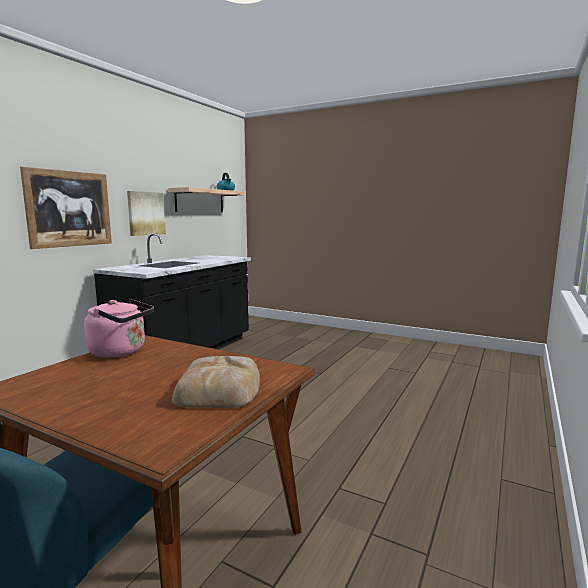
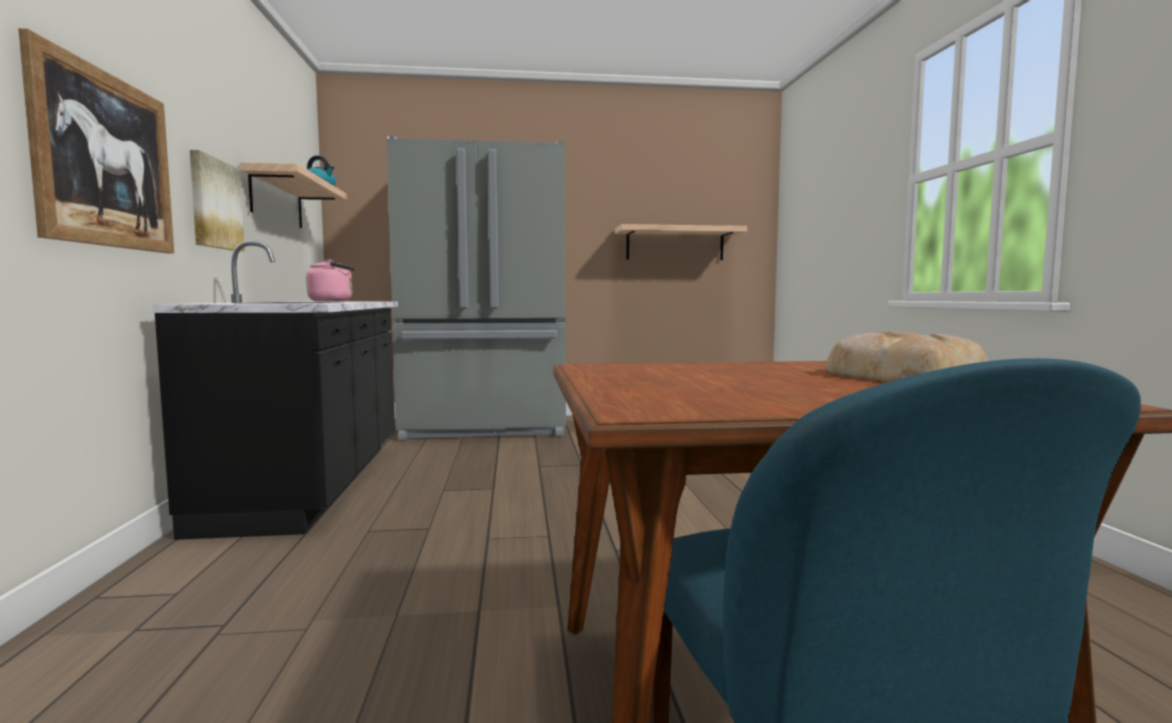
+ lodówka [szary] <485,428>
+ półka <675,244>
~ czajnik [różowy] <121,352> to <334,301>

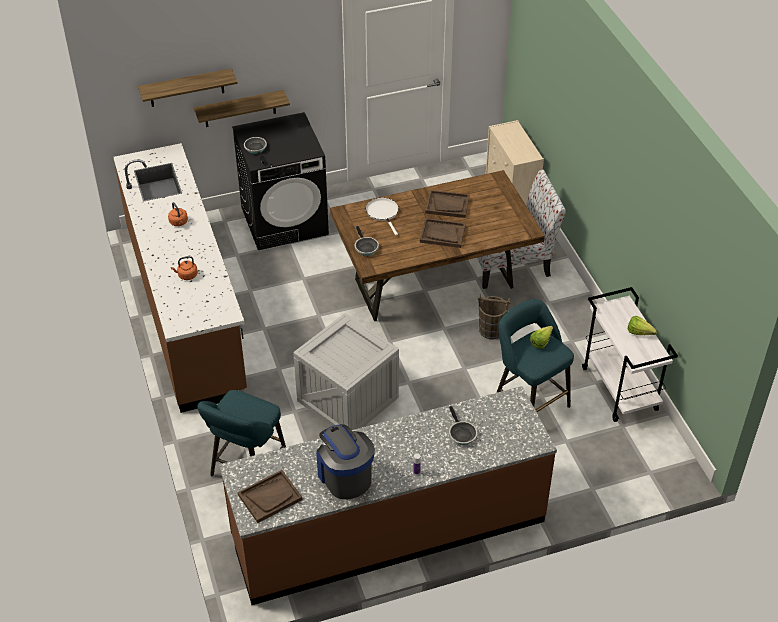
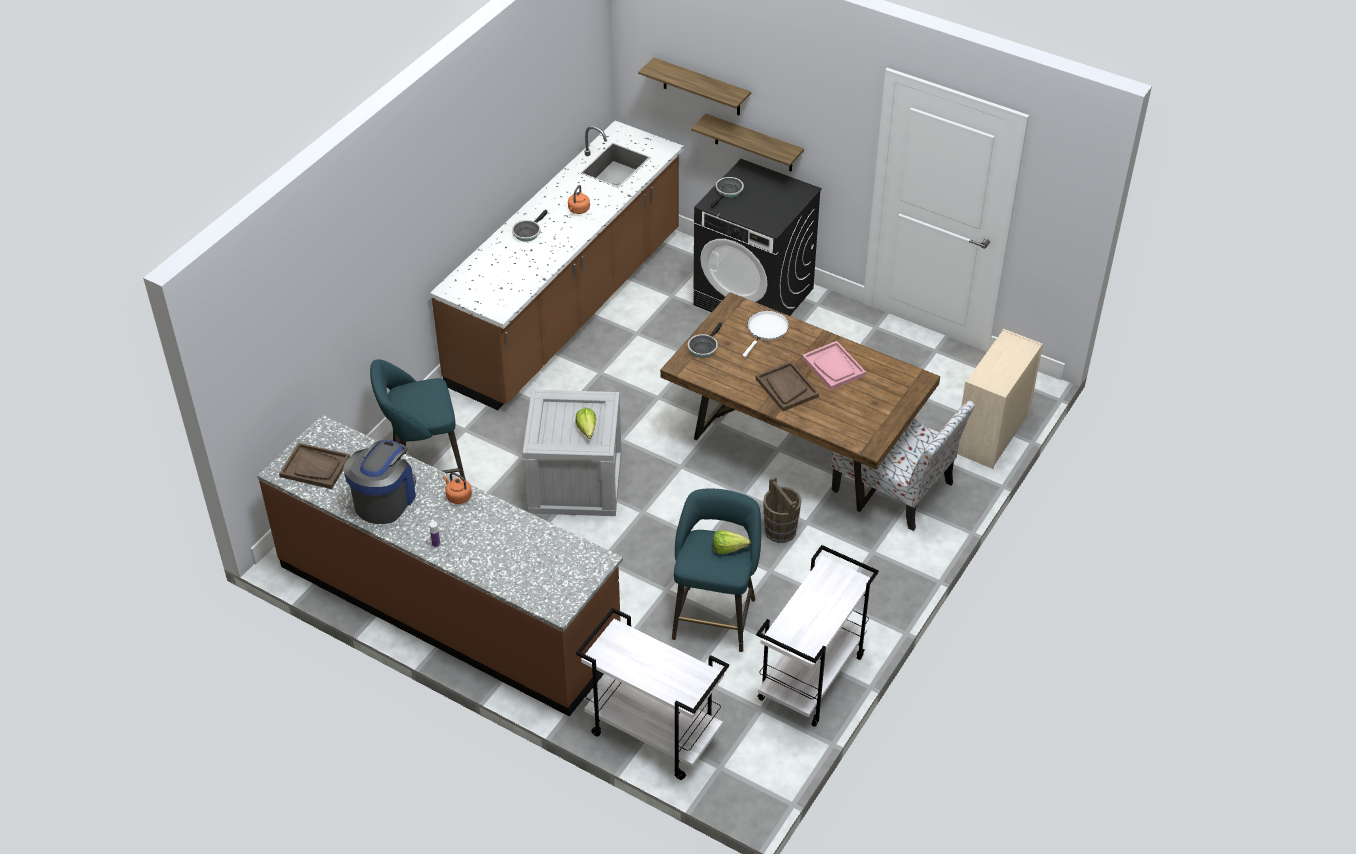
+ wózek [biały] <652,734>
~ czajnik [pomarańczowy] <186,275> to <458,496>
~ patelnia <461,434> to <527,232>
~ sałata <641,334> to <586,432>
~ taca [brązowy] <447,205> to taca [różowy] <833,367>

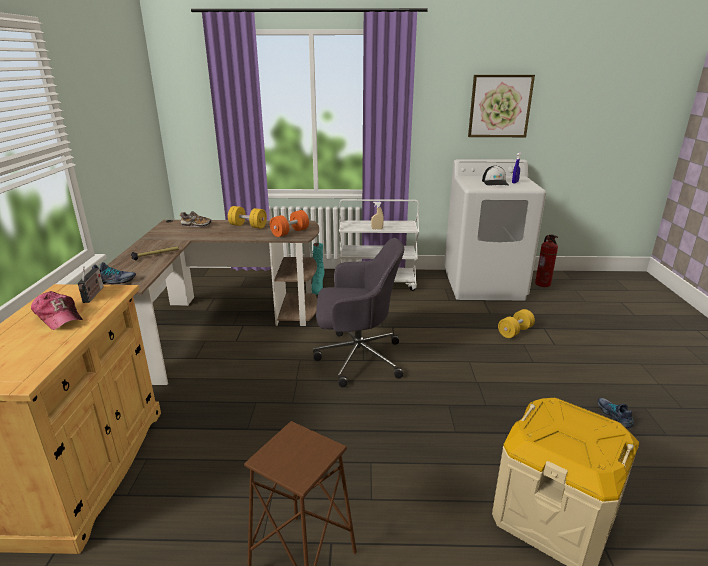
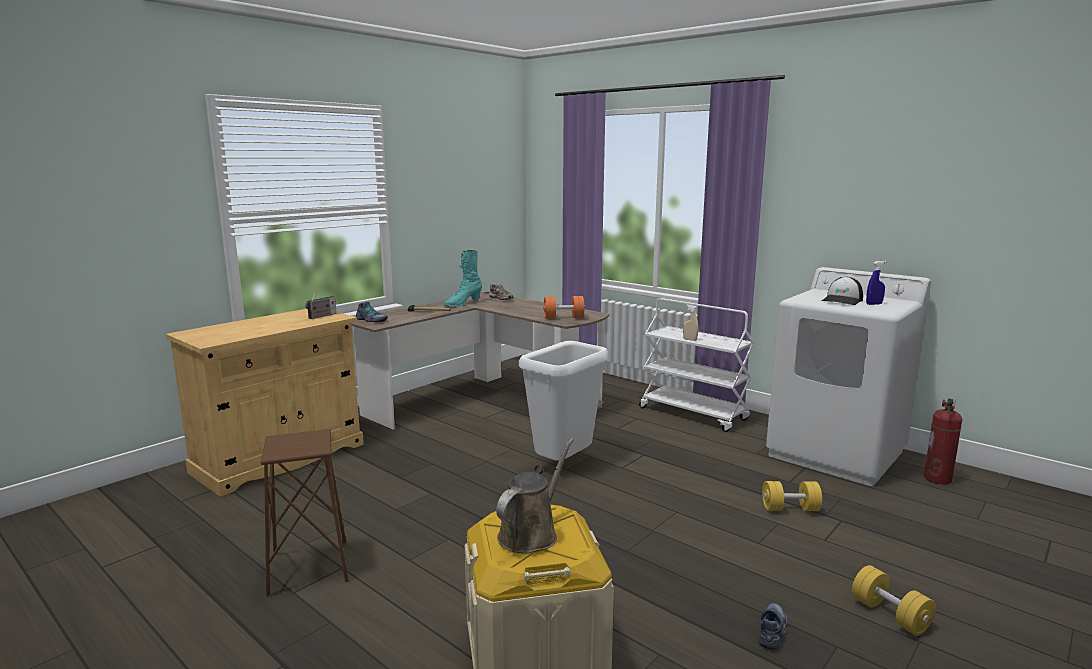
- czapka z daszkiem <59,317>
- obraz <500,106>
+ konewka [brązowy] <531,534>
~ hantel [żółty] <248,226> to <890,615>
~ but z cholewką [turkusowy] <317,287> to <463,303>
~ krzesło biurowe [szary] <356,358> to kosz na śmieci [biały] <564,465>

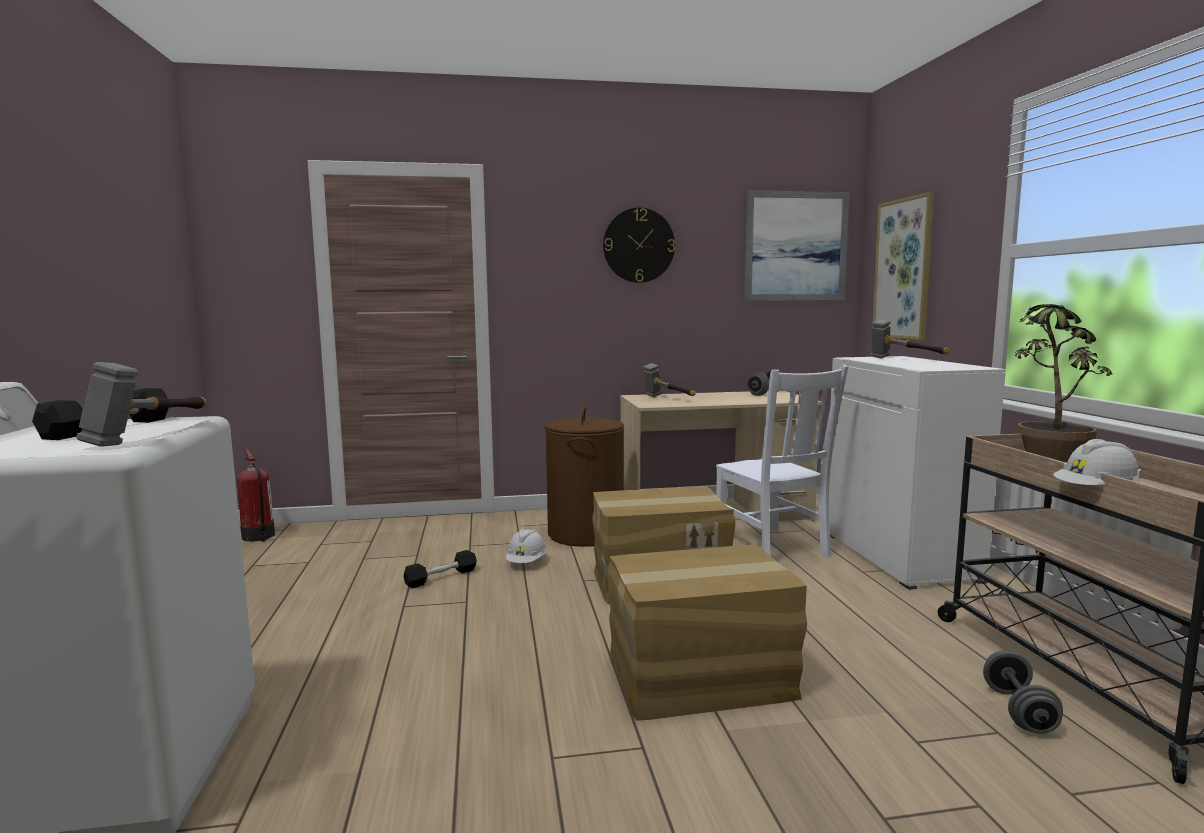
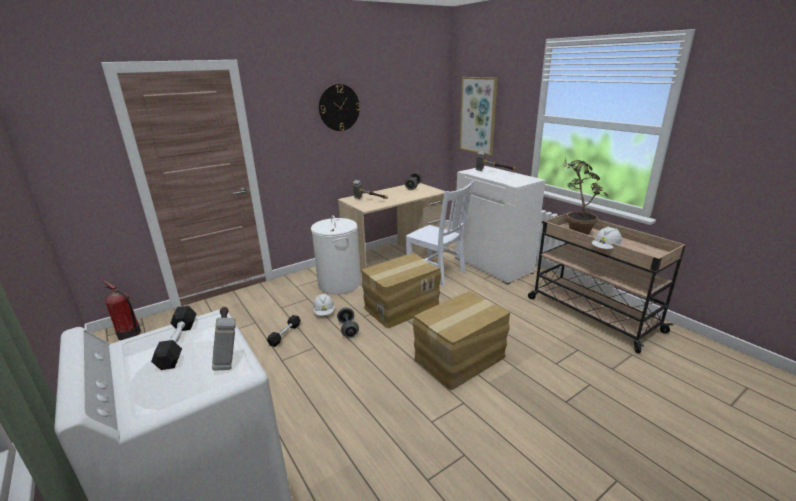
- obraz <796,246>
~ hantel [szary] <1018,711> to <348,329>
~ kosz na pranie [brązowy] <585,533> to kosz na pranie [biały] <339,284>

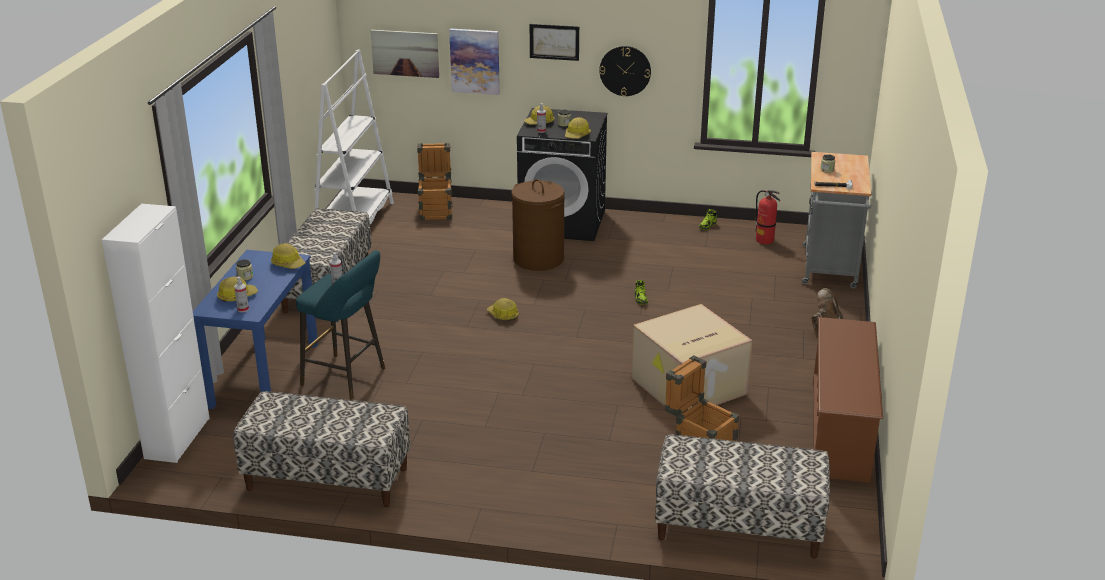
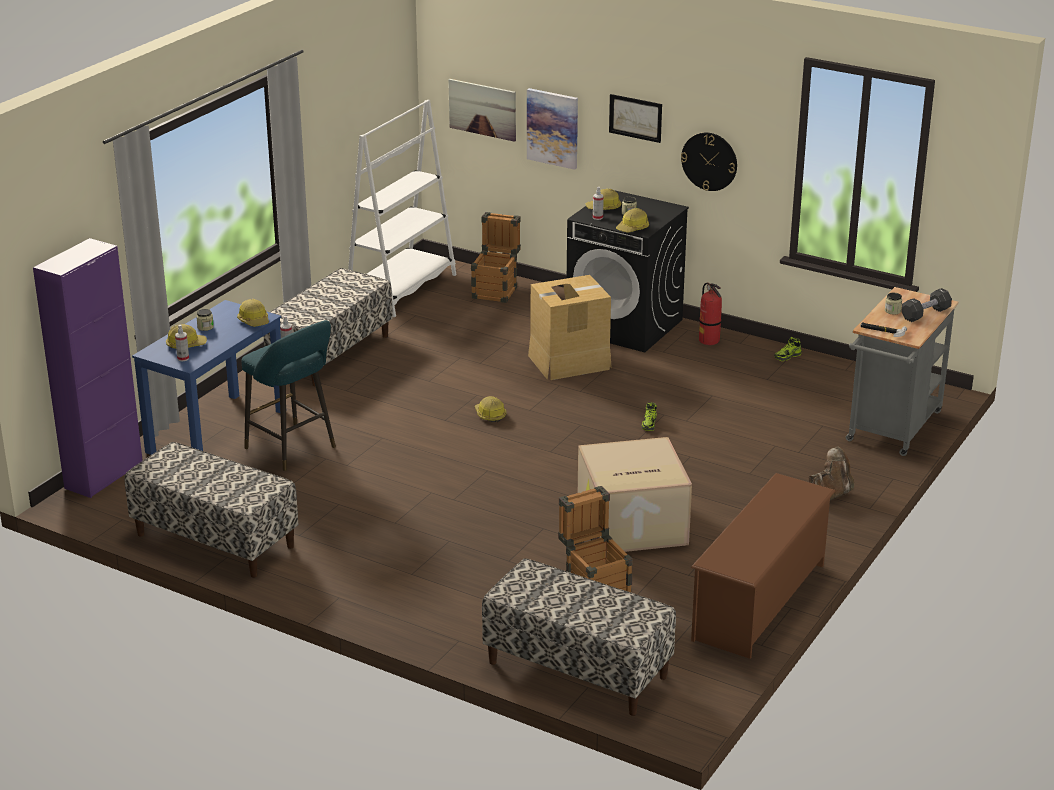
+ hantel [czarny] <925,314>
~ gaśnica <764,240> to <709,341>
~ kosz na pranie [brązowy] <538,259> to karton <569,362>
~ szafka [biały] <177,438> to szafka [fioletowy] <104,475>

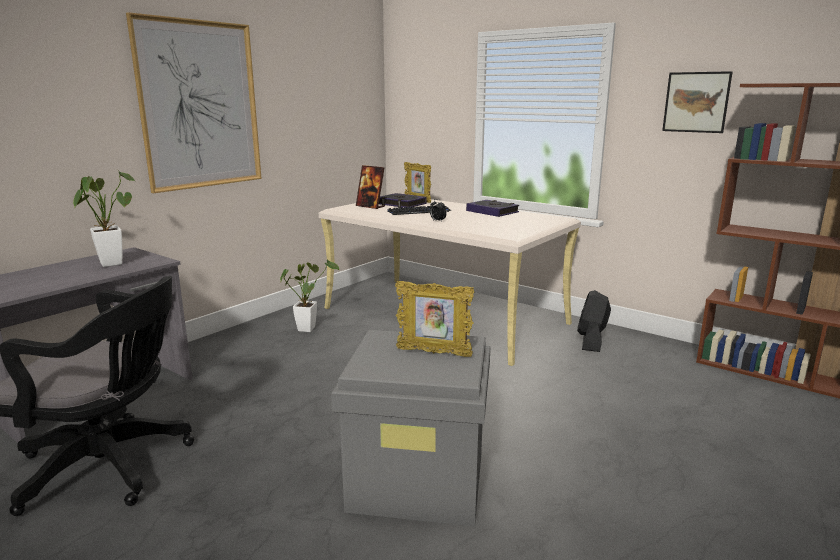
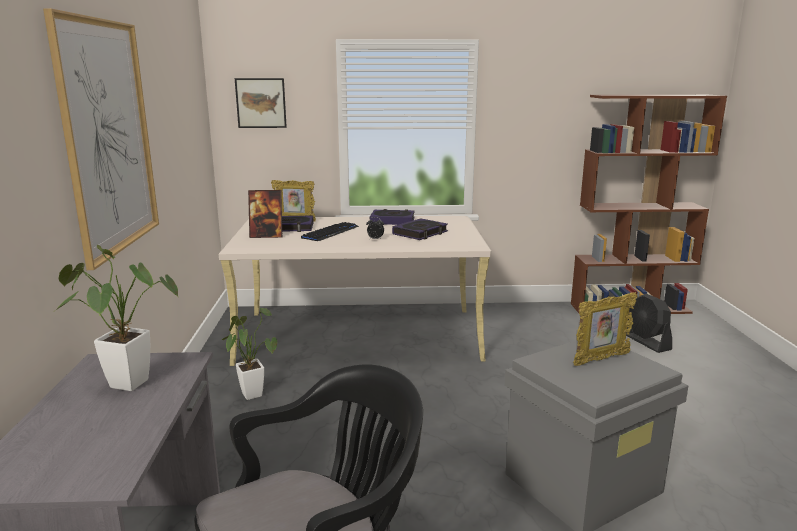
+ książka <420,233>
~ wentylator [czarny] <591,341> to <646,342>
~ obraz <696,102> to <261,103>

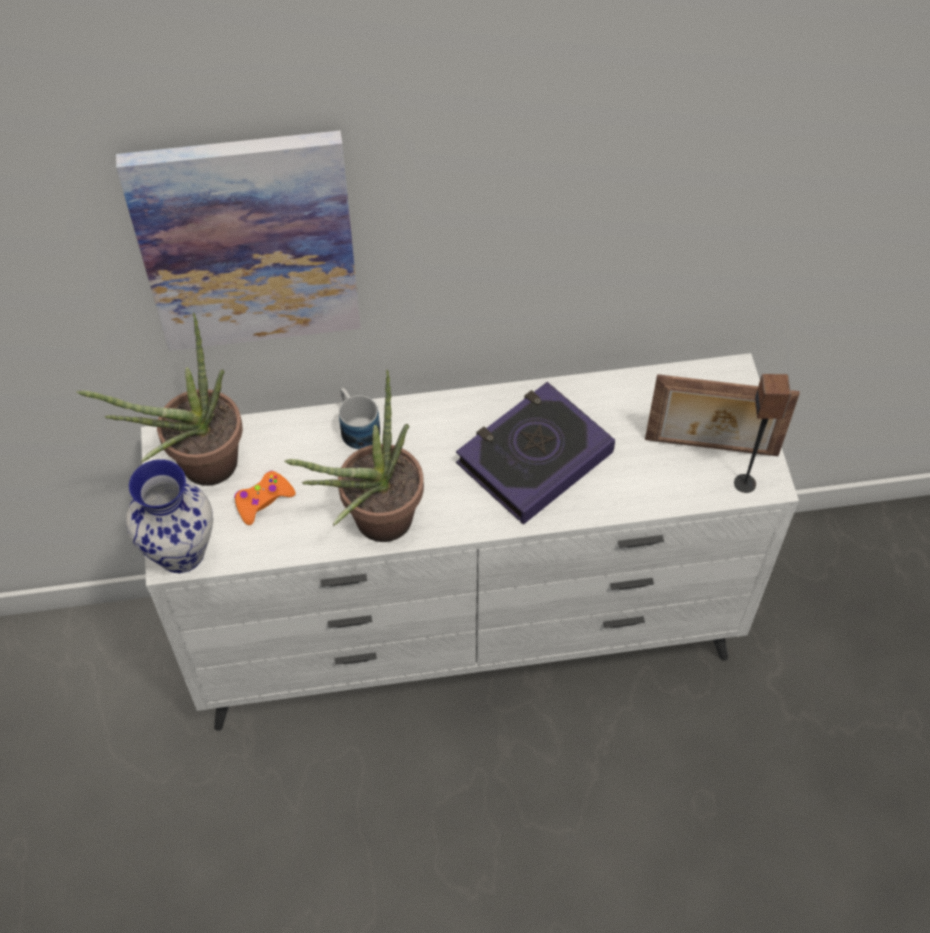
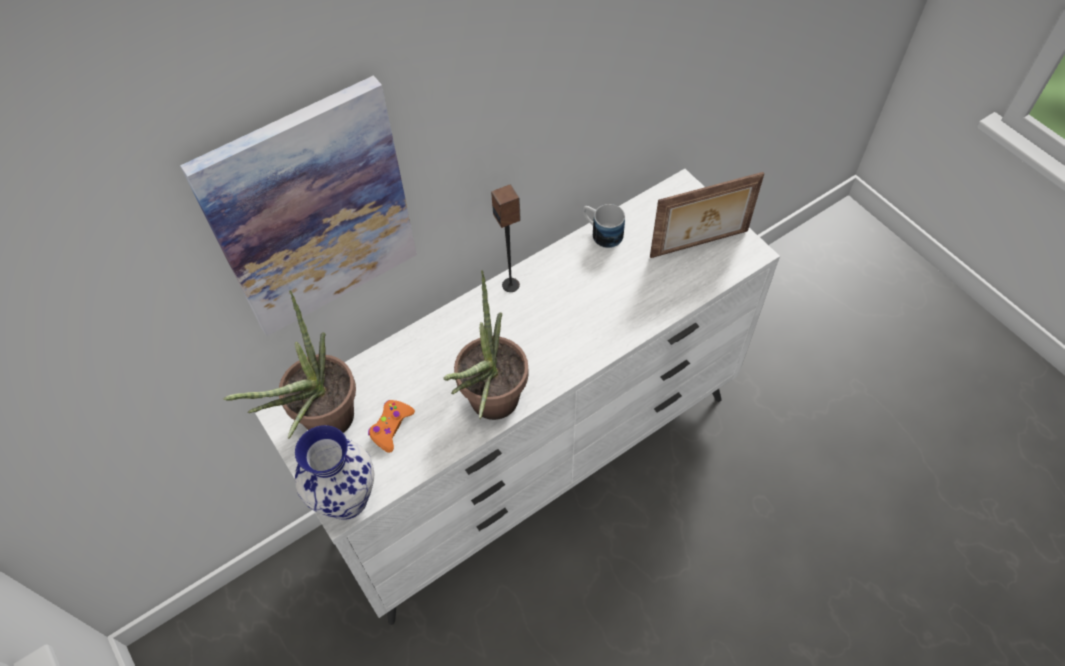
- książka <534,458>
~ kubek <356,427> to <601,233>
~ głośnik <745,483> to <511,285>

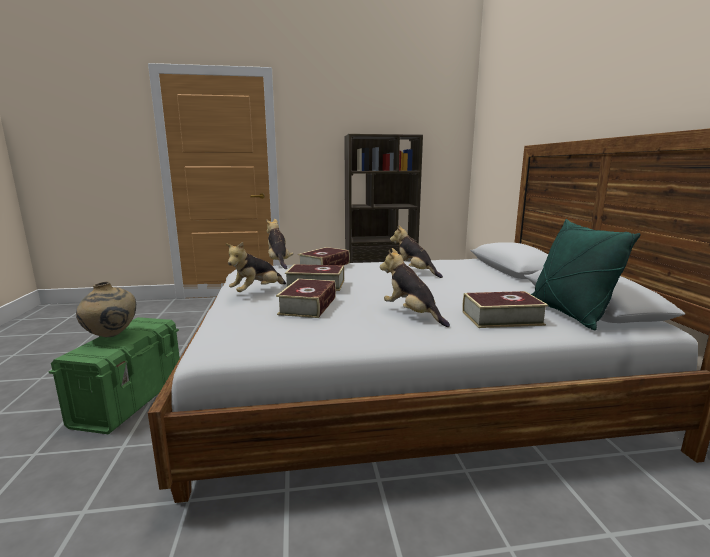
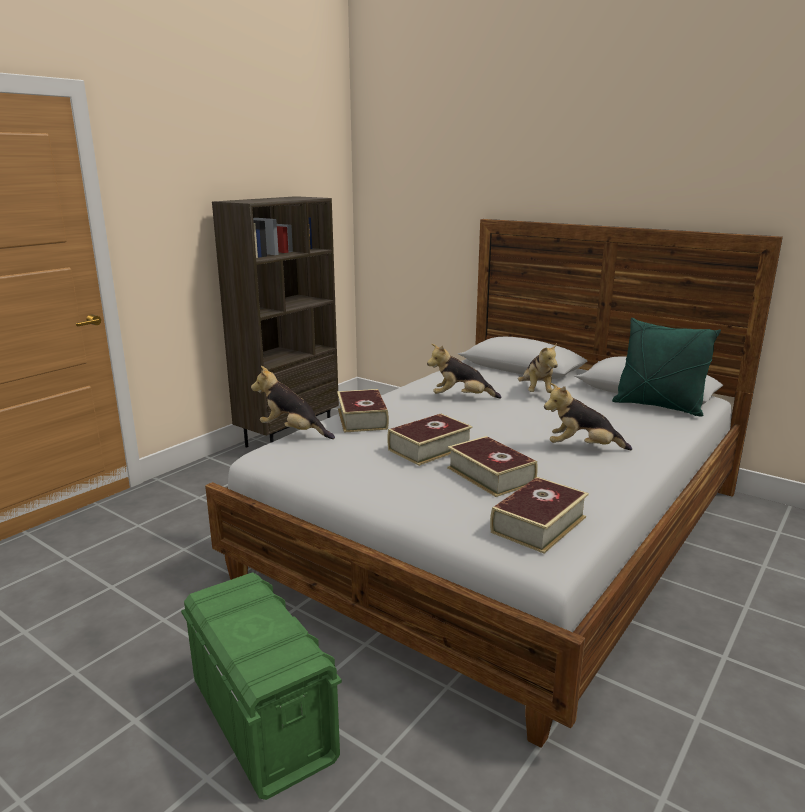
- wazon [beżowy] <111,336>
~ pluszak <257,292> to <536,392>
~ książka <501,318> to <538,524>

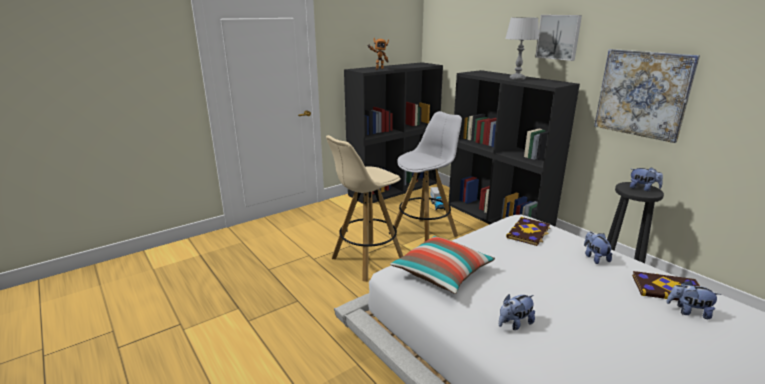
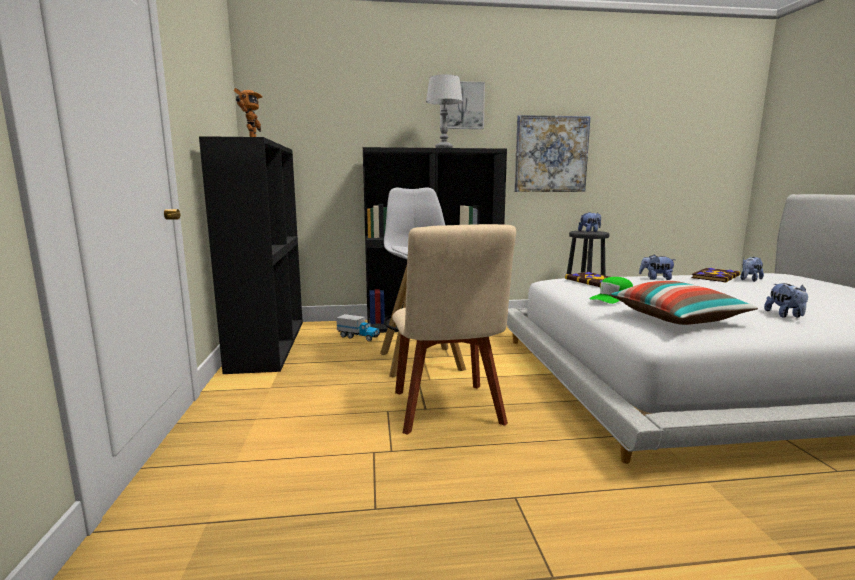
+ czapka z daszkiem [zielony] <612,298>
~ stołek [beżowy] <367,261> to krzesło [beżowy] <448,411>

